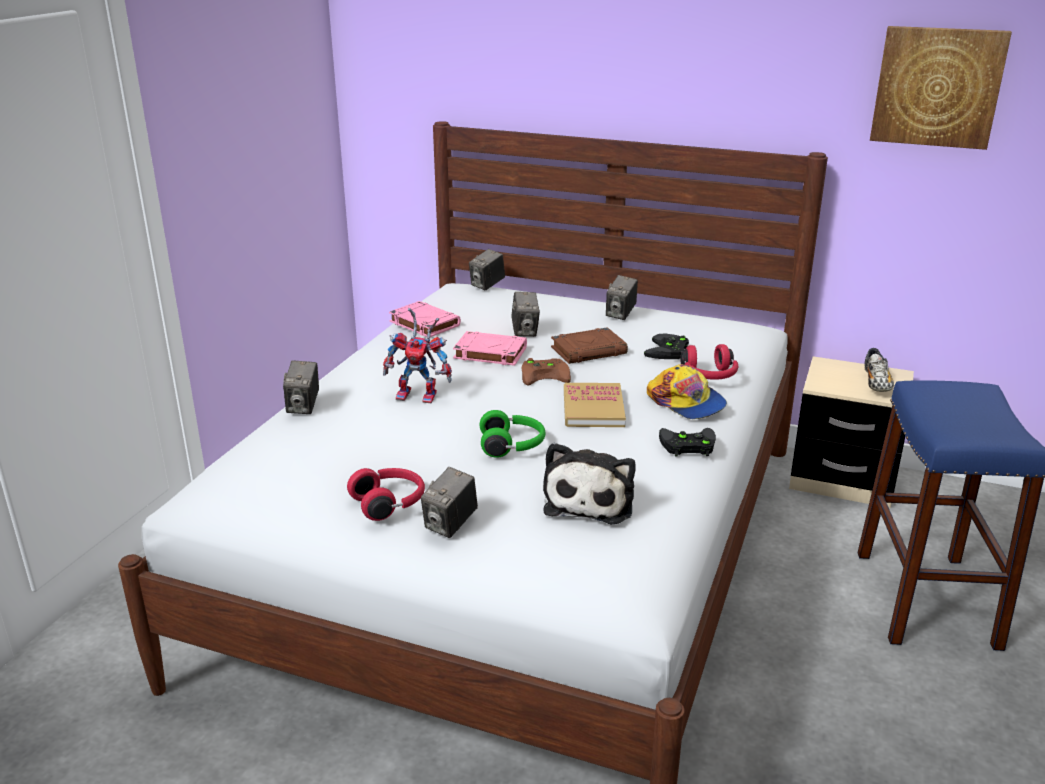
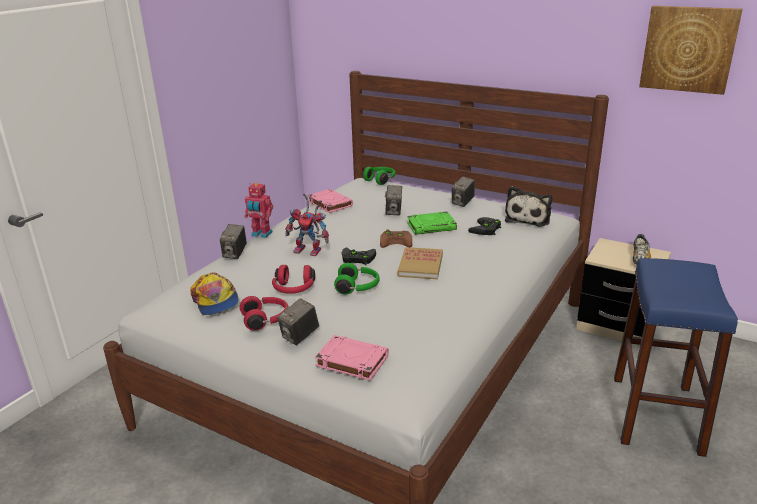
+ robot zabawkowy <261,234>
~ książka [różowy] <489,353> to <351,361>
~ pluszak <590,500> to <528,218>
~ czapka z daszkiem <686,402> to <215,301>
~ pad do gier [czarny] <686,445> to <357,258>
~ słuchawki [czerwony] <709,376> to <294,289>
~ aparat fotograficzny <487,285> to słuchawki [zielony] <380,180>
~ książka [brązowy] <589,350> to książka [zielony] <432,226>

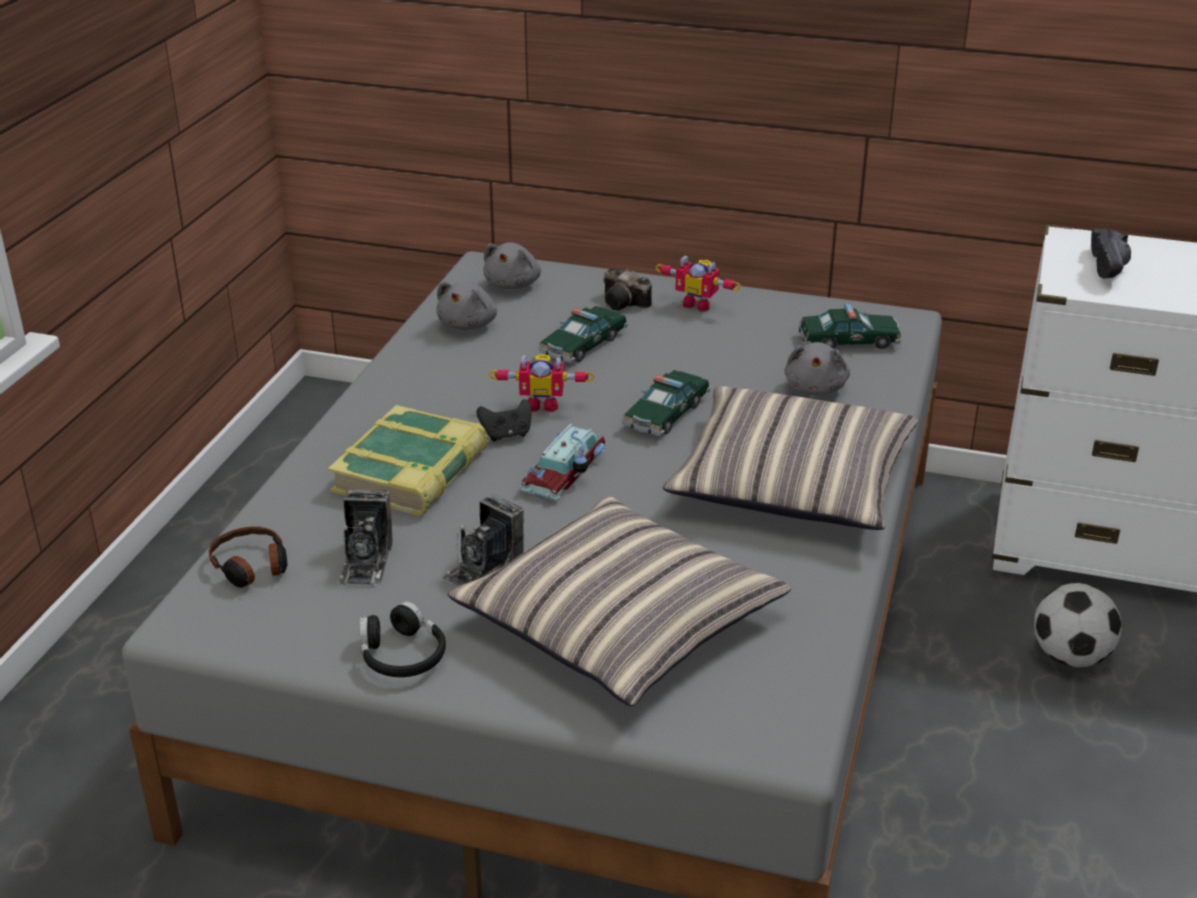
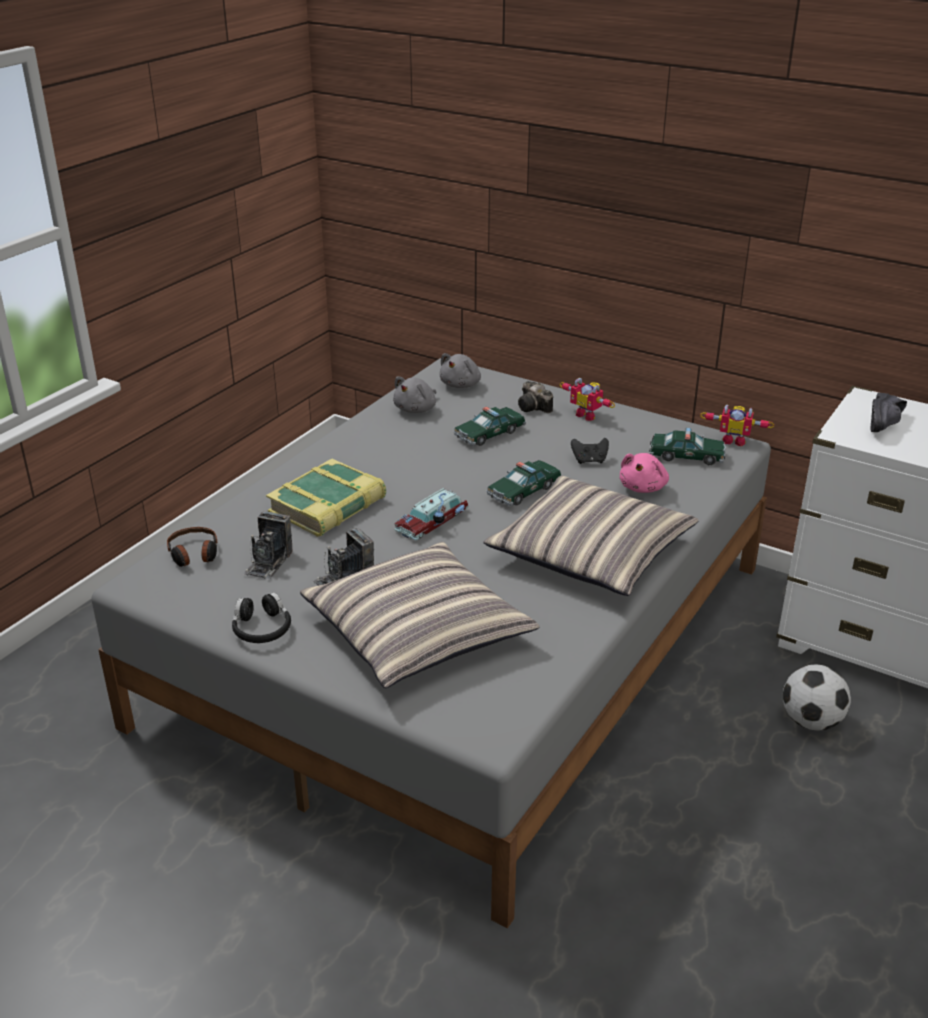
~ pad do gier [czarny] <507,435> to <589,460>
~ robot zabawkowy <542,404> to <734,440>
~ pluszak [szary] <815,388> to pluszak [różowy] <643,487>

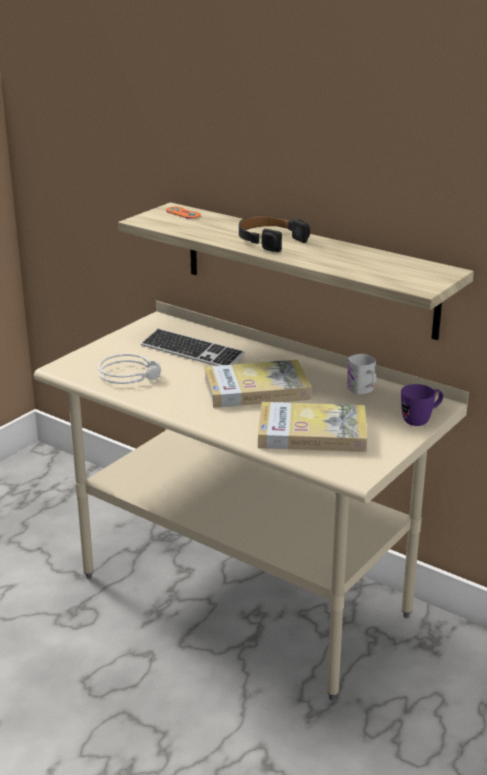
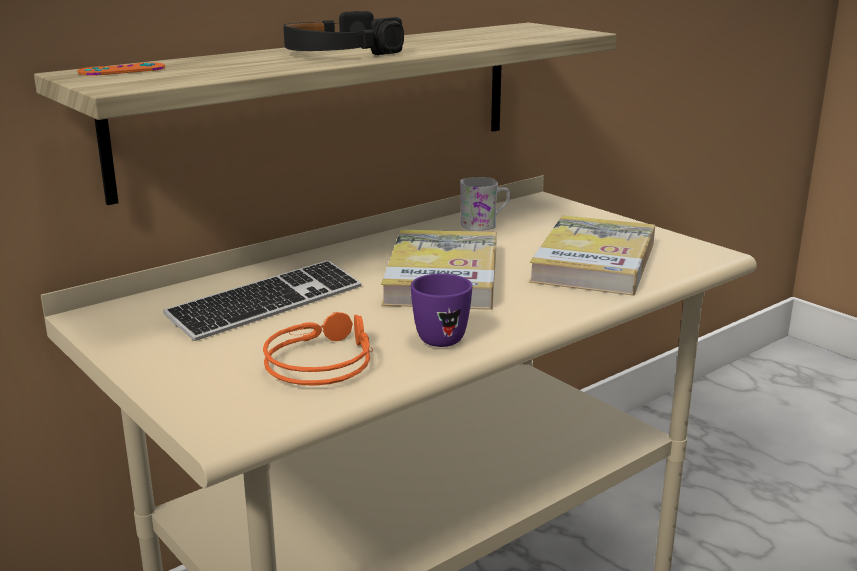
~ kubek [fioletowy] <421,420> to <438,336>
~ słuchawki [szary] <131,375> to słuchawki [pomarańczowy] <320,360>

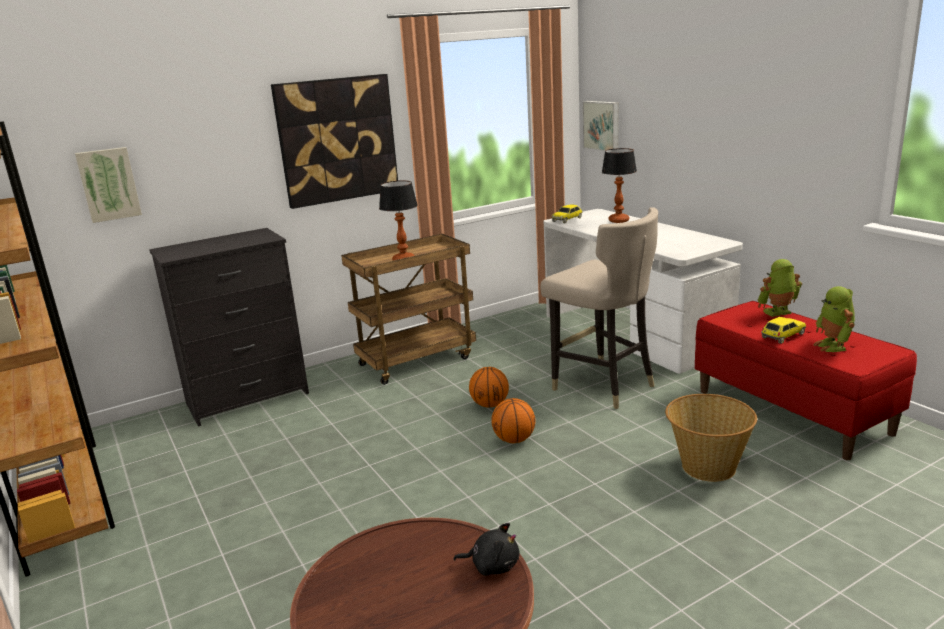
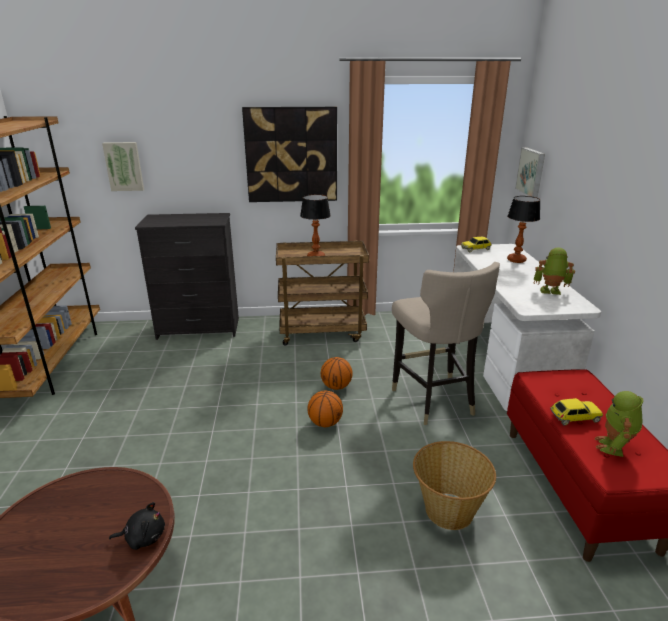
~ robot zabawkowy <778,313> to <550,292>
~ pluszak [czarny] <492,565> = <143,537> 45 degrees counterclockwise

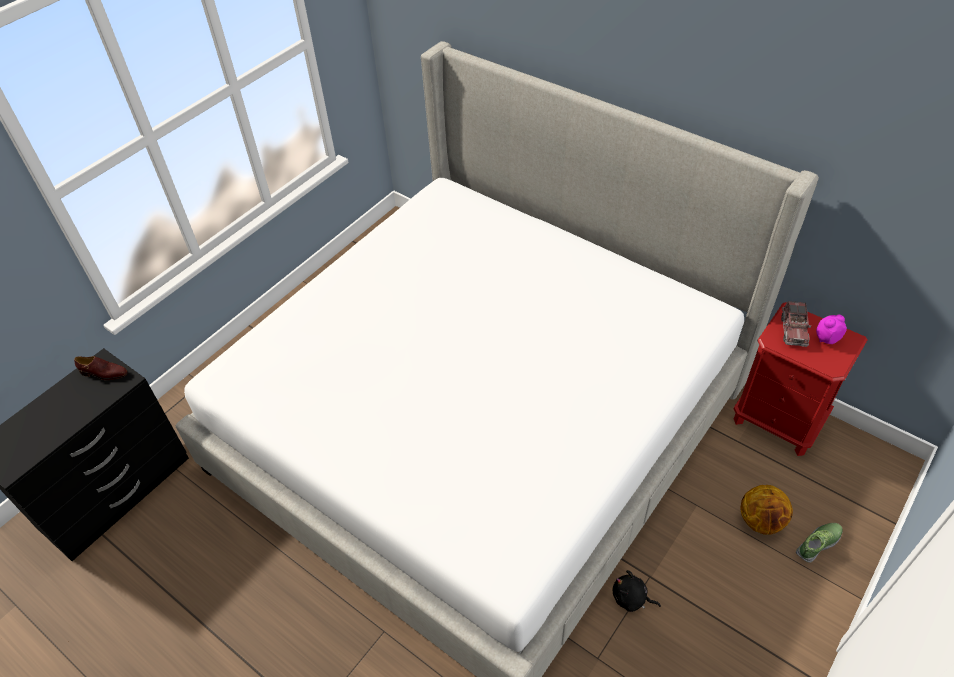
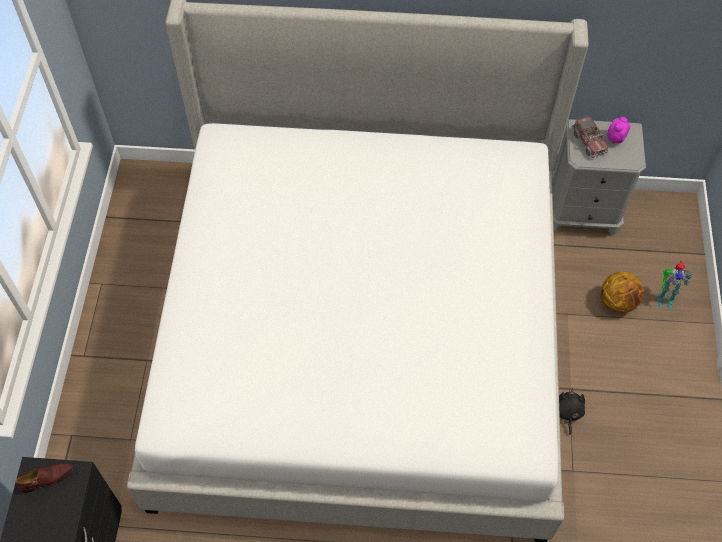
~ but <818,544> to robot zabawkowy <665,298>
~ szafka nocna [czerwony] <778,420> to szafka nocna [szary] <583,212>
~ pluszak [czarny] <631,598> = <567,413> 105 degrees clockwise

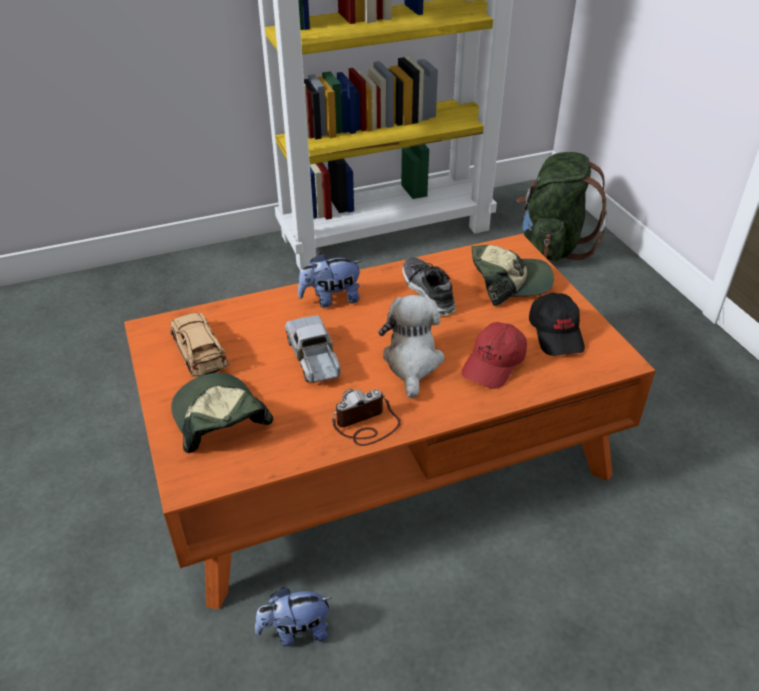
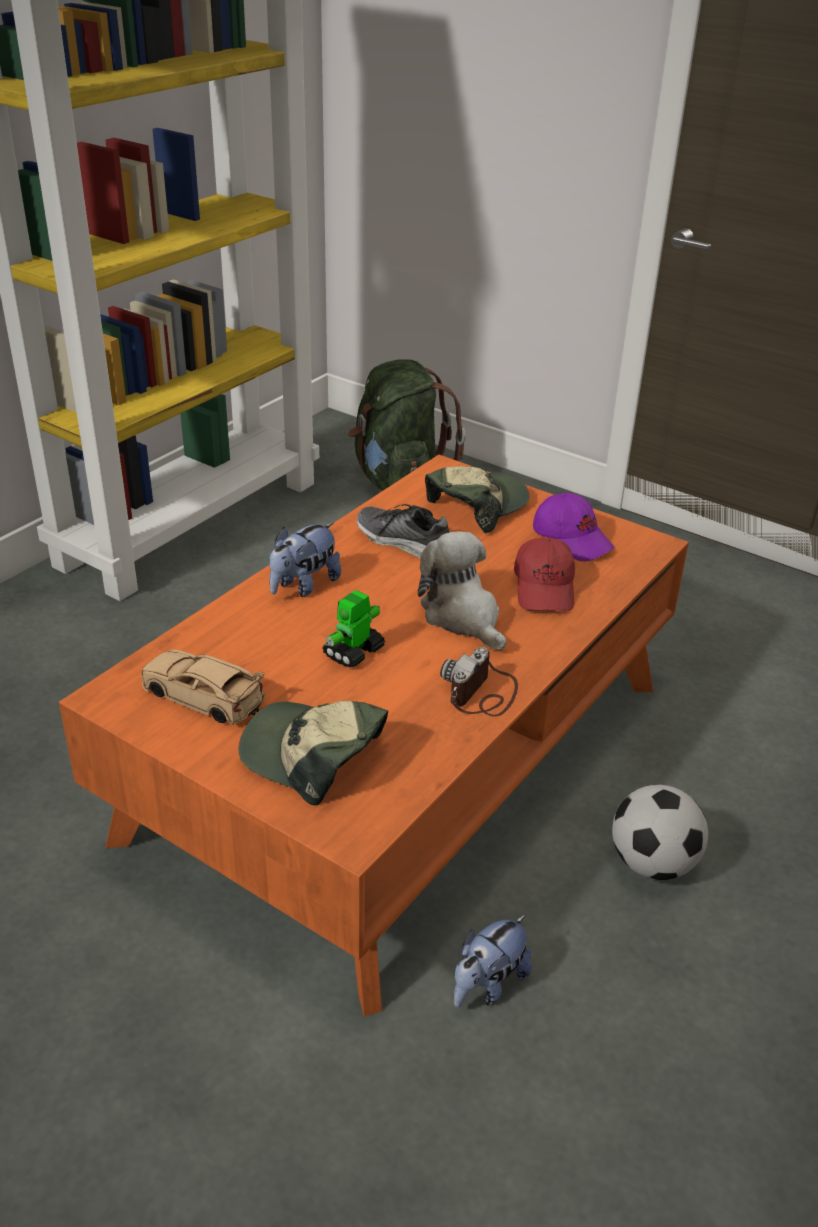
+ piłka futbolowa <652,863>
~ ciężarówka zabawkowa <314,358> to robot zabawkowy <353,652>
~ czapka z daszkiem [czarny] <556,333> to czapka z daszkiem [fioletowy] <572,539>

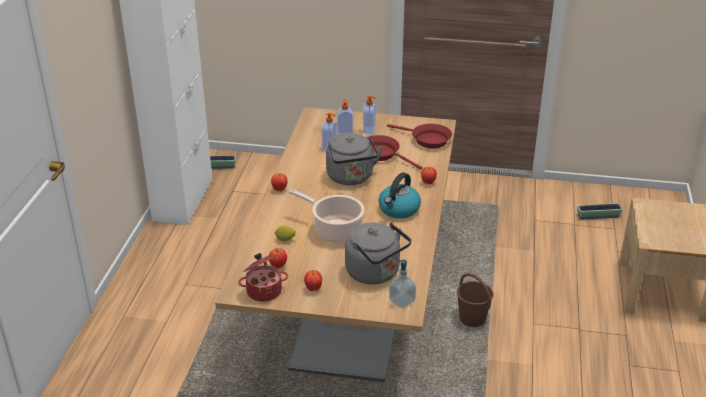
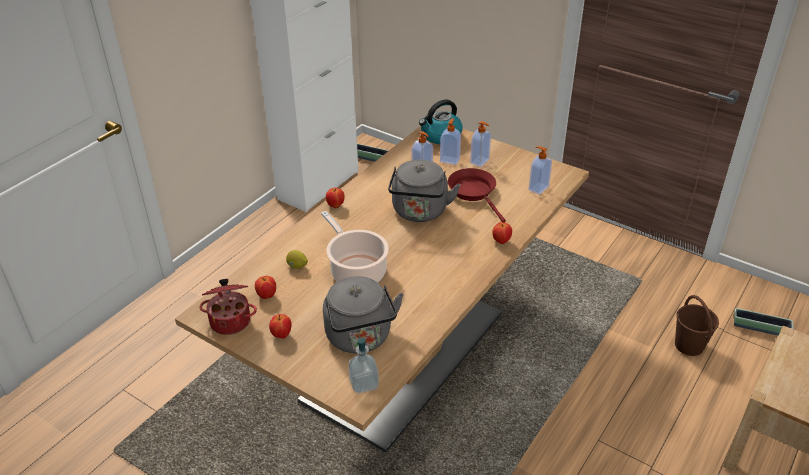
~ czajnik <399,209> to <440,136>
~ wiadro [brązowy] <472,319> to <689,345>
~ patelnia [czerwony] <427,140> to dozownik mydła <538,188>

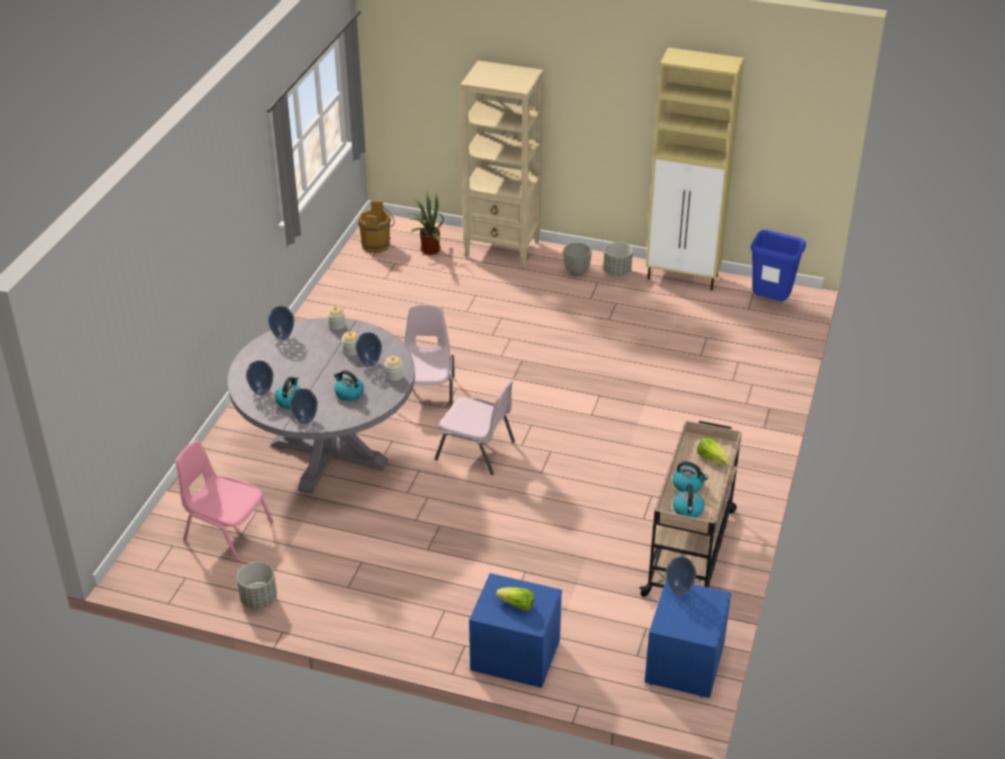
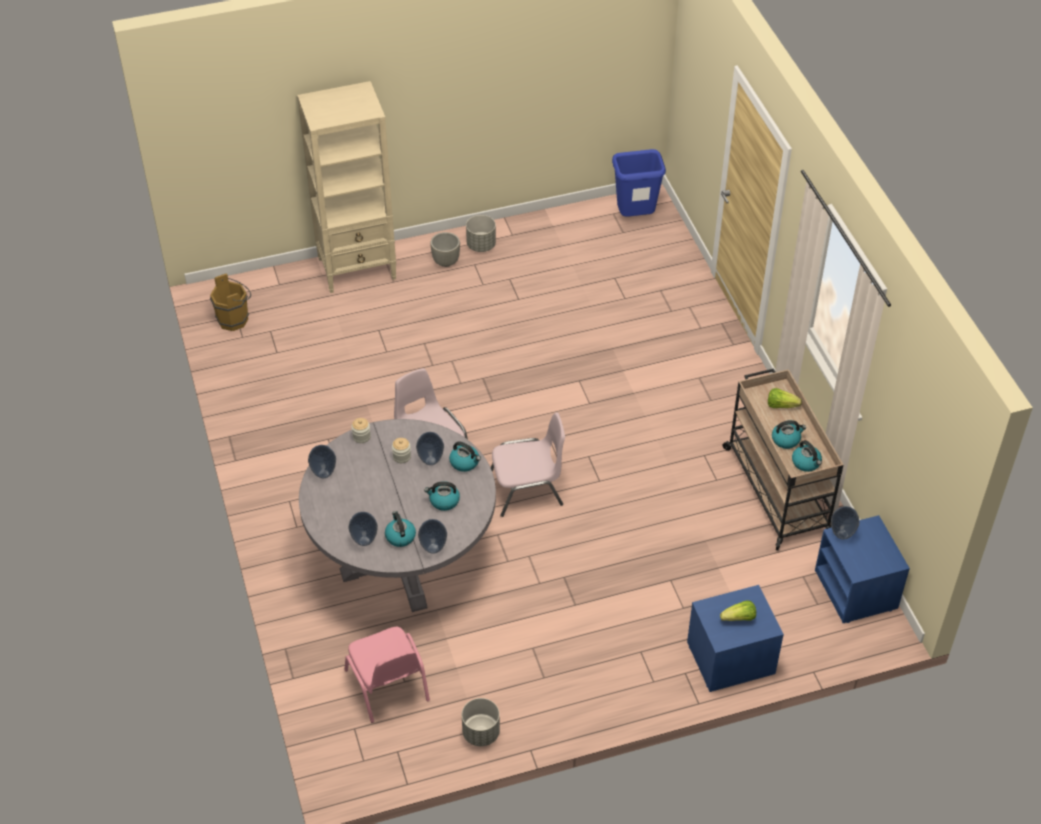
- roślina doniczkowa <428,250>
- szafka [beżowy] <683,277>
~ słoik <394,376> to czajnik <465,462>
~ krzesło [różowy] <226,530> = <388,686> 105 degrees counterclockwise

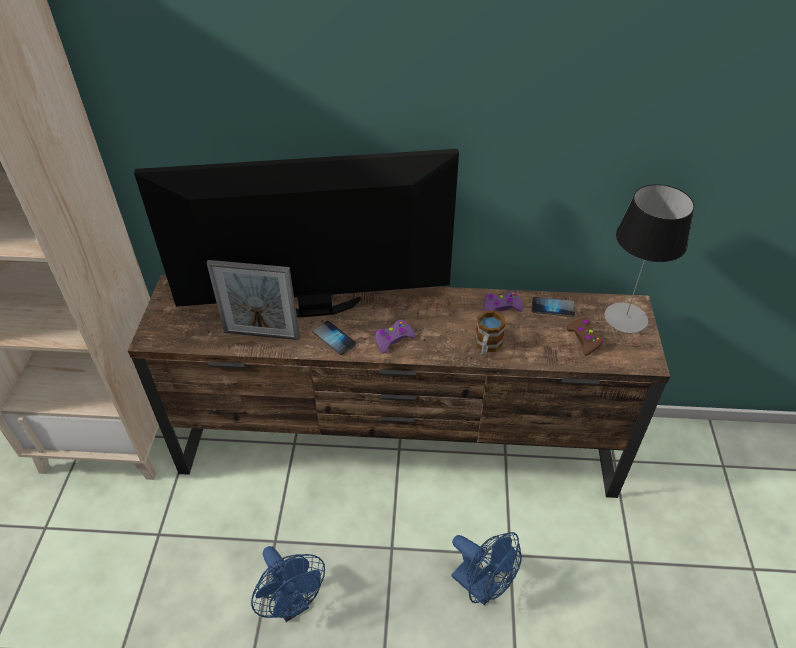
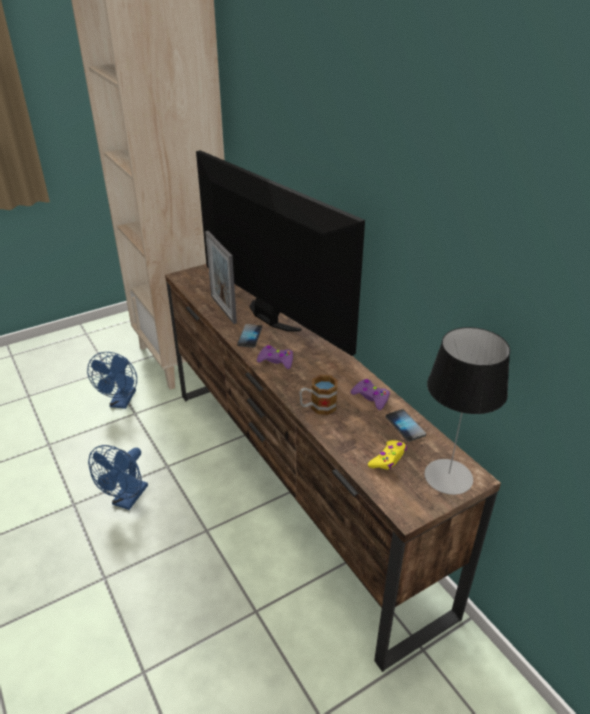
~ wentylator [niebieski] <482,587> to <121,402>
~ pad do gier [brązowy] <584,339> to pad do gier [żółty] <388,459>

